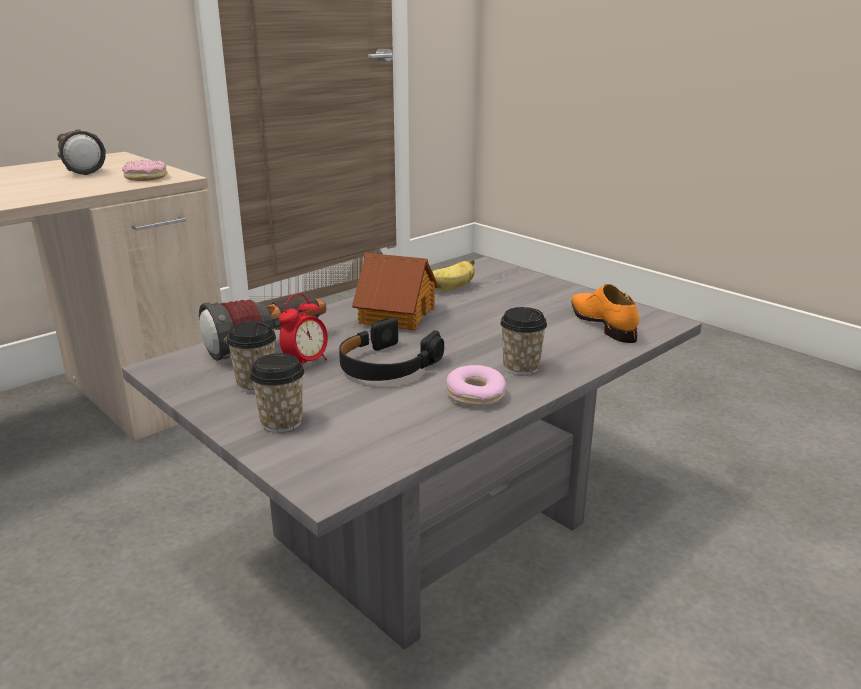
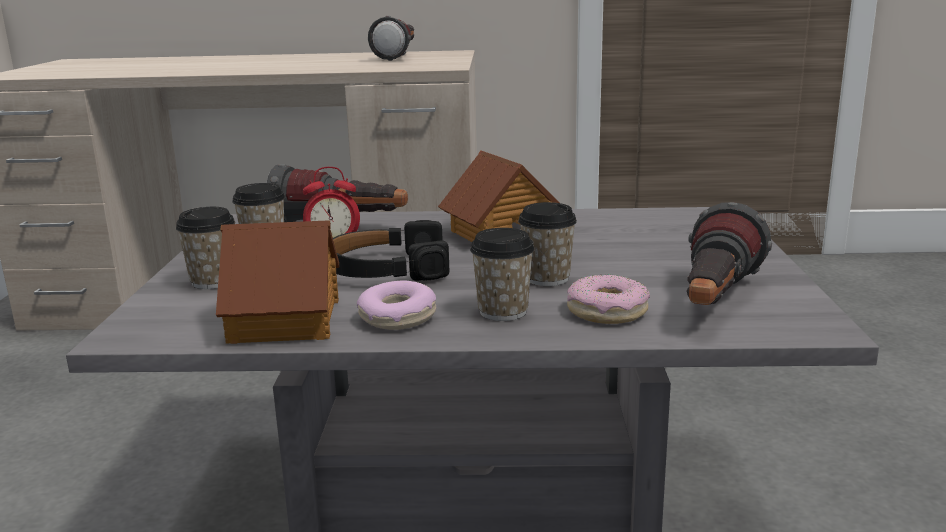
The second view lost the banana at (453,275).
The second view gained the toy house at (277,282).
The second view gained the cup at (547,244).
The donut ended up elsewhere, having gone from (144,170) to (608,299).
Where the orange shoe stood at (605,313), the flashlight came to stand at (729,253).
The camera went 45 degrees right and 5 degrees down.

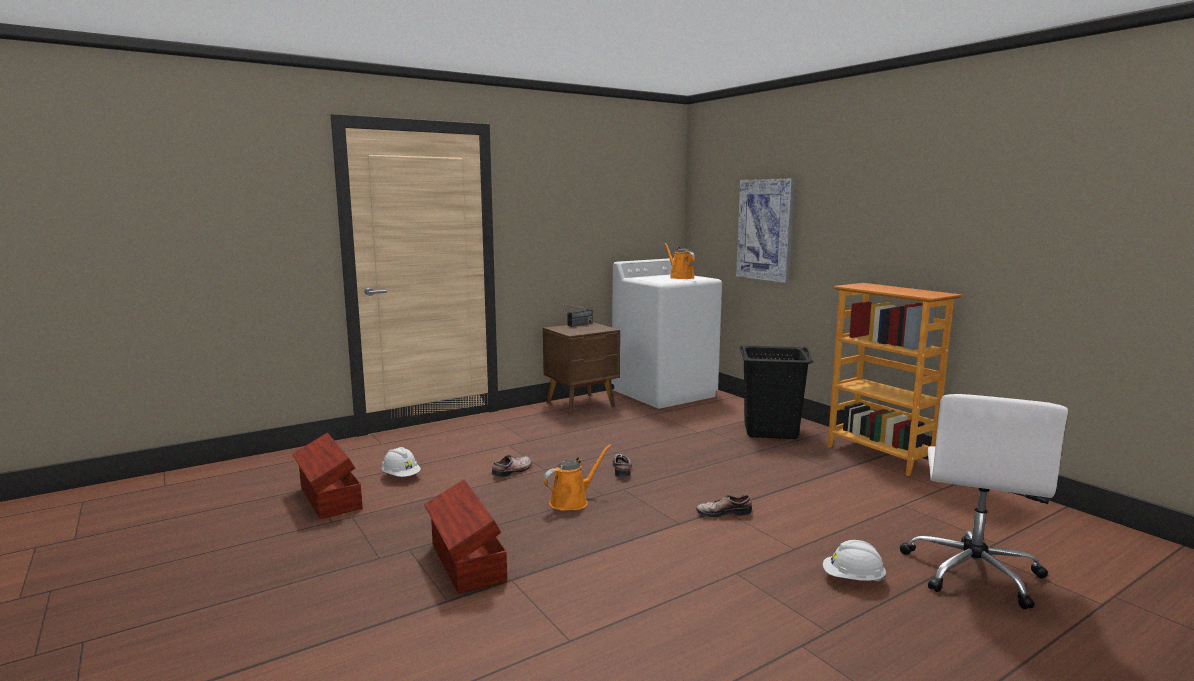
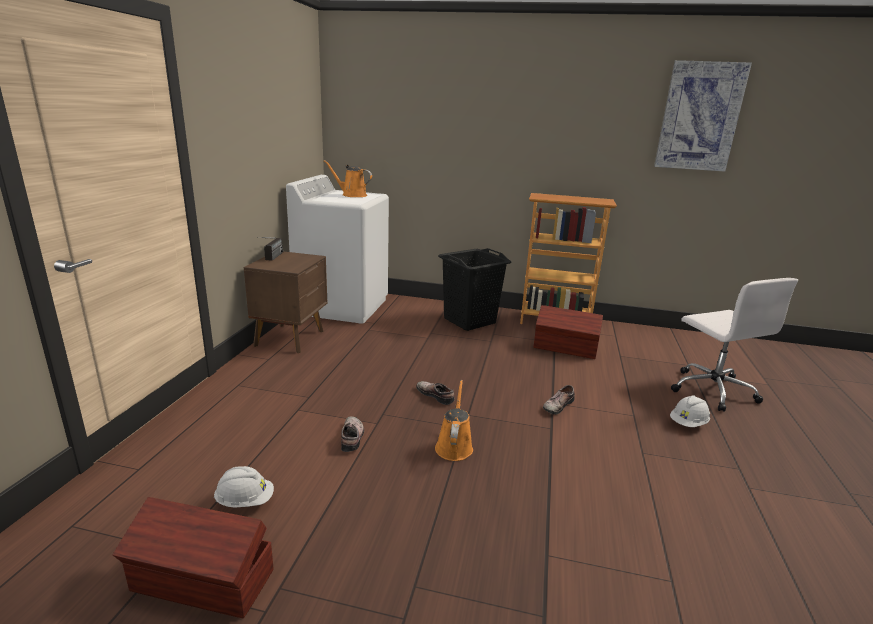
The brown storage box ended up elsewhere, having gone from (465,537) to (568,332).
The picture ended up elsewhere, having gone from (765,230) to (703,116).
The camera went 45 degrees left and 10 degrees up.

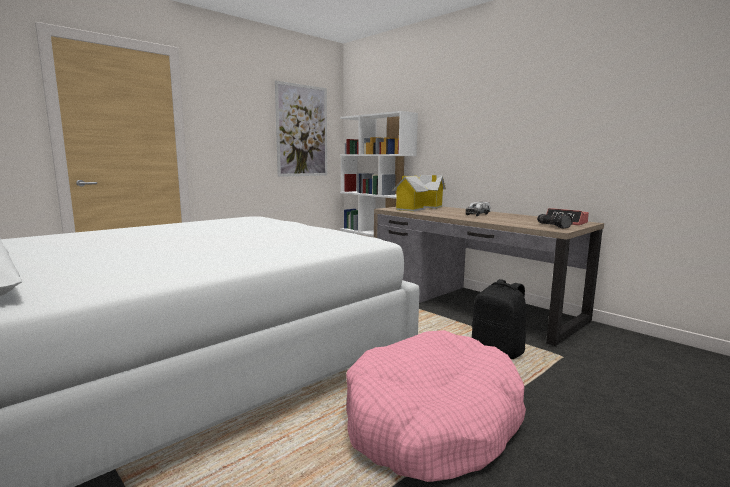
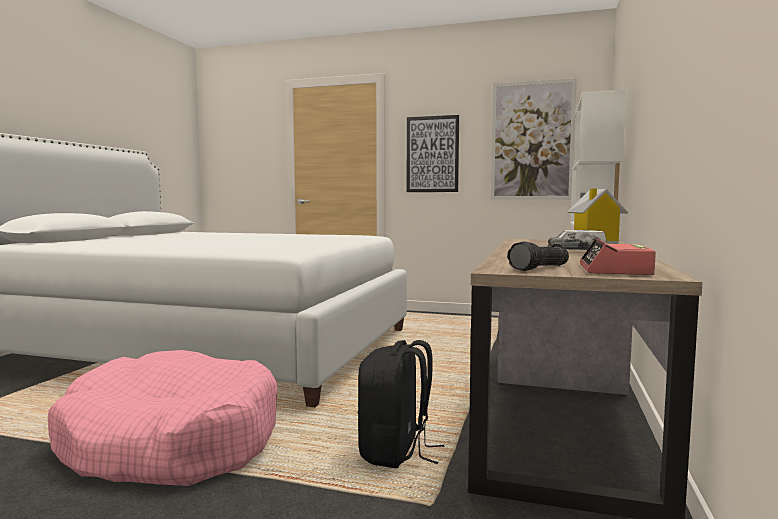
The second view lost the toy house at (410,194).
The second view gained the picture at (433,153).
The camera went 60 degrees right and 5 degrees down.

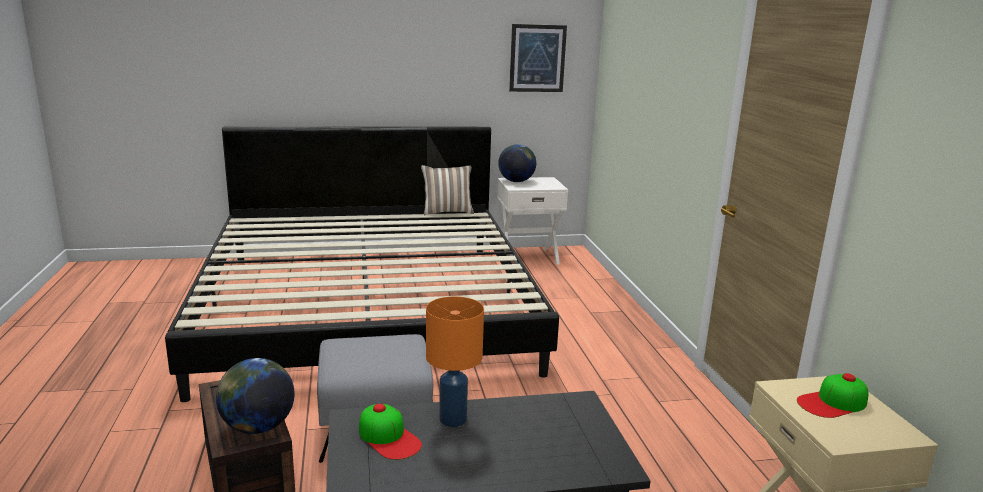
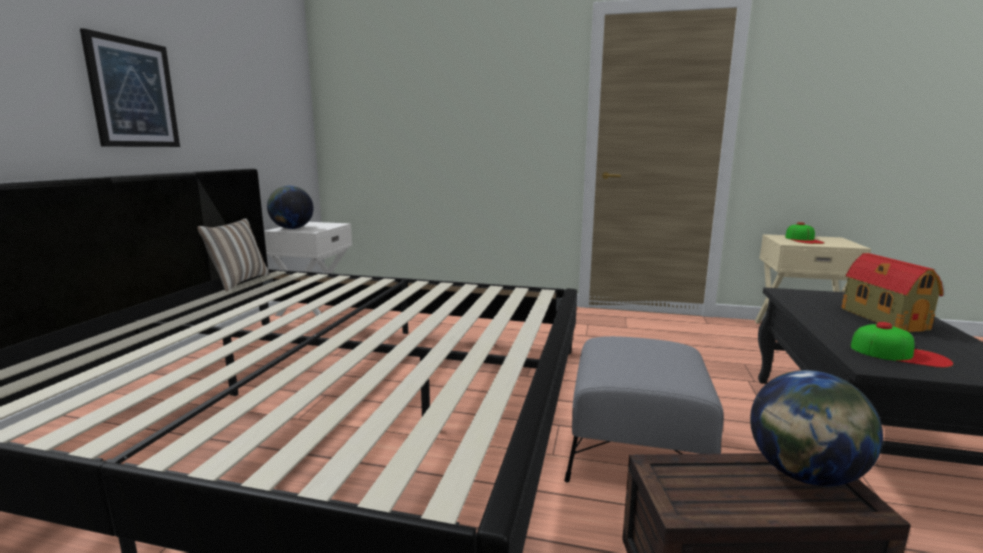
The second view lost the orange table lamp at (455,361).
The second view gained the toy house at (892,292).
The picture ended up elsewhere, having gone from (538,58) to (130,87).
The cap at (390,432) ended up facing another way, 45 degrees clockwise from before.
The camera went 65 degrees left and 5 degrees down.

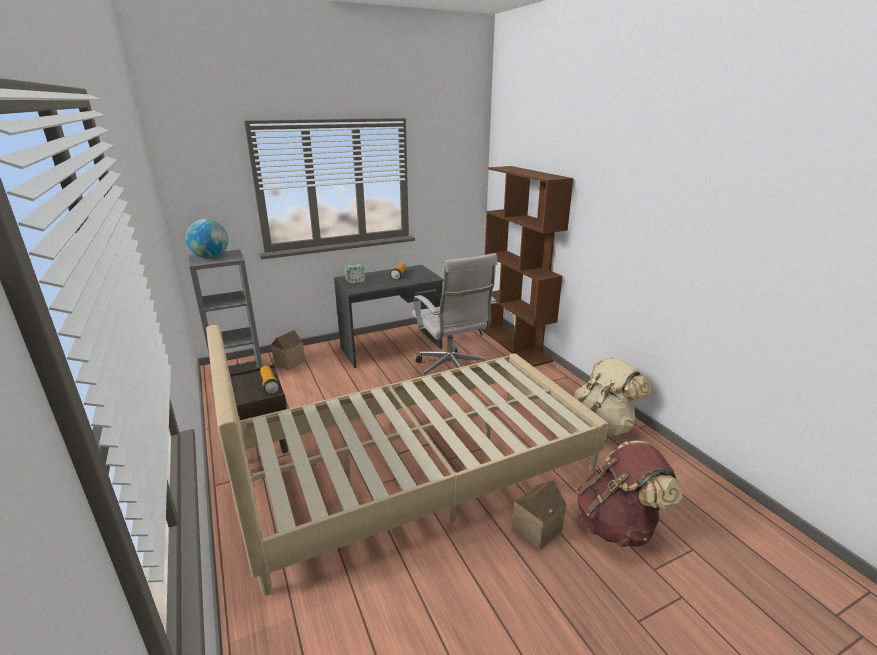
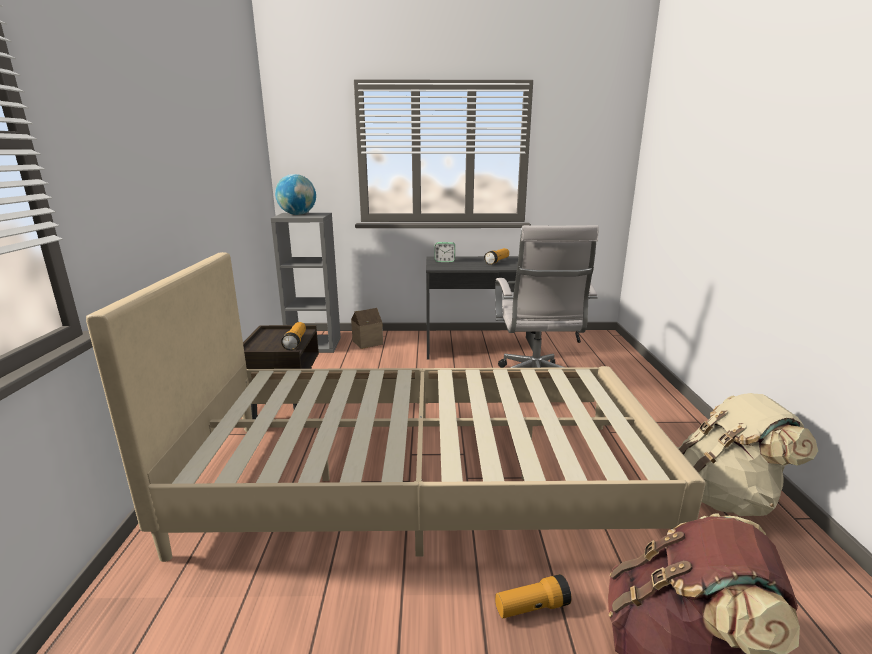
The second view lost the brown bookcase at (527,266).
Where the toy house stood at (539,515), the flashlight came to stand at (533,596).
The camera went 25 degrees right and 5 degrees down.

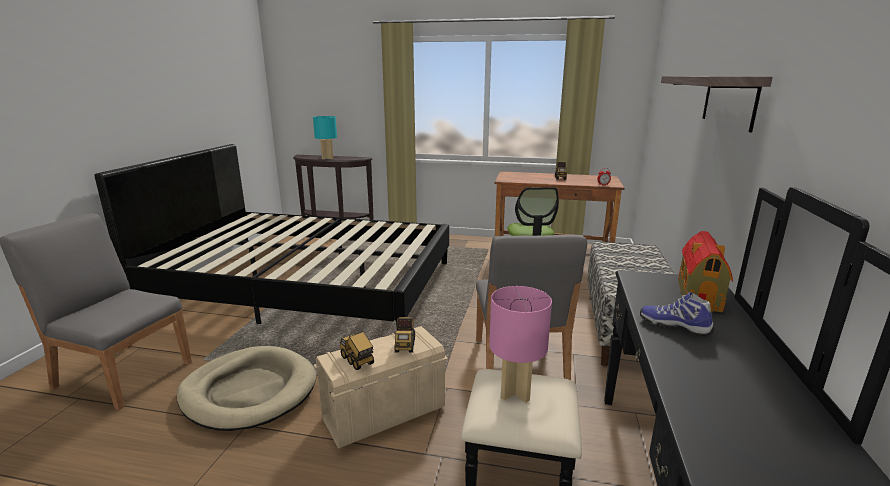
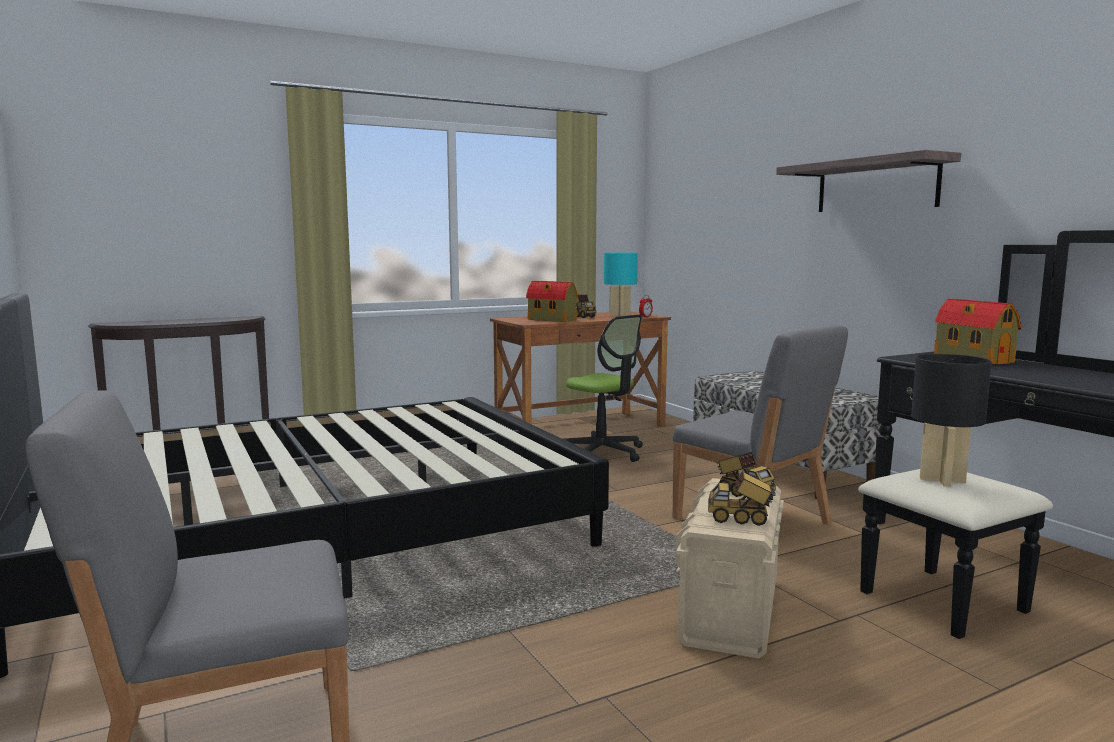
The second view lost the beige dog bed at (246,388).
The second view lost the shoe at (677,314).
The second view gained the toy house at (552,301).
The turquoise table lamp ended up elsewhere, having gone from (325,137) to (621,284).
What was the pink table lamp at (520,344) turned into the black table lamp at (951,420).
The camera went 40 degrees left and 10 degrees down.

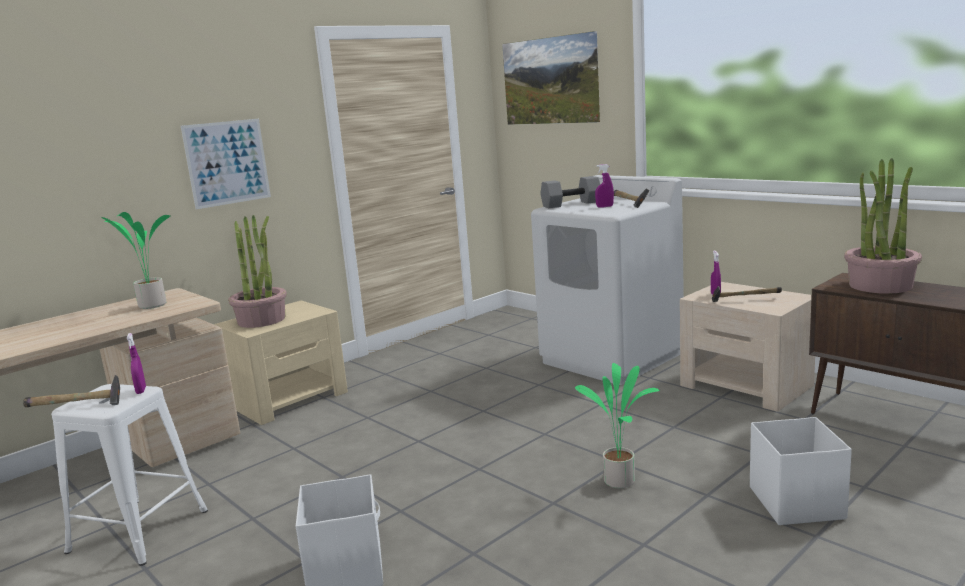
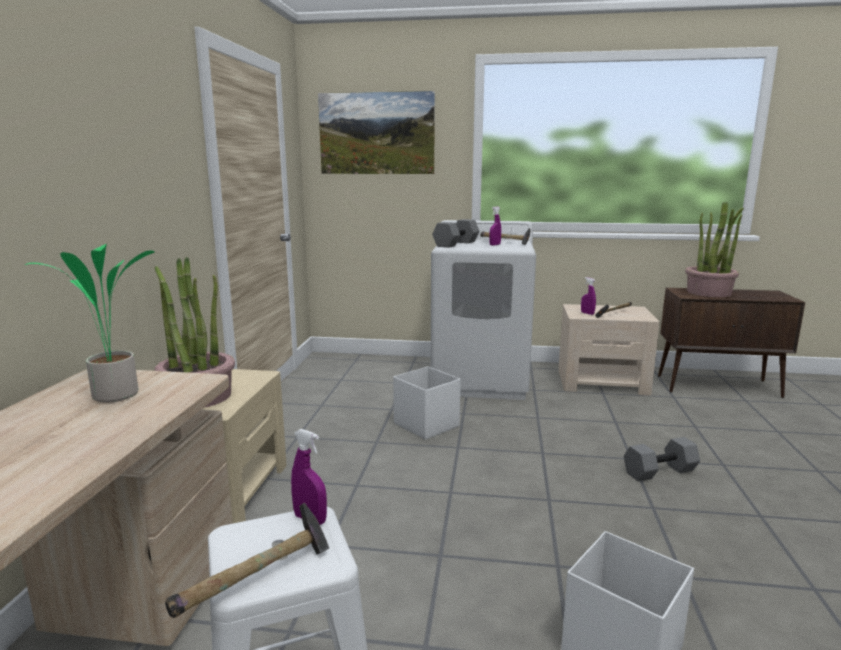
The second view lost the picture at (226,164).
The white storage box ended up elsewhere, having gone from (801,471) to (426,403).
Where the potted plant stood at (617,425), the grey dumbbell came to stand at (662,459).
The camera went 40 degrees left and 0 degrees up.

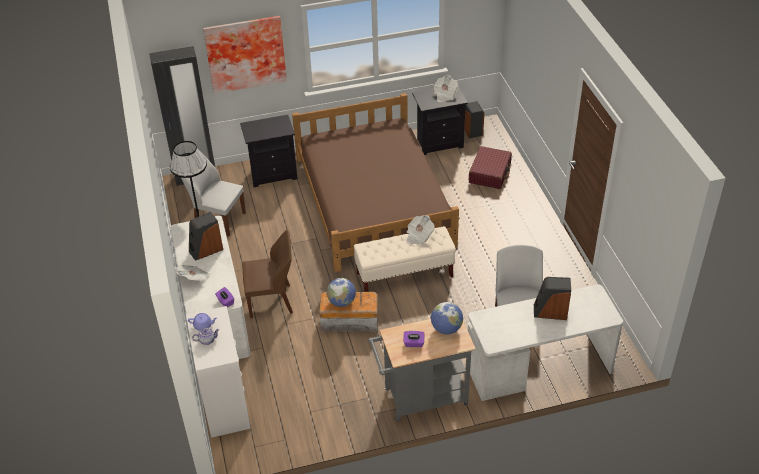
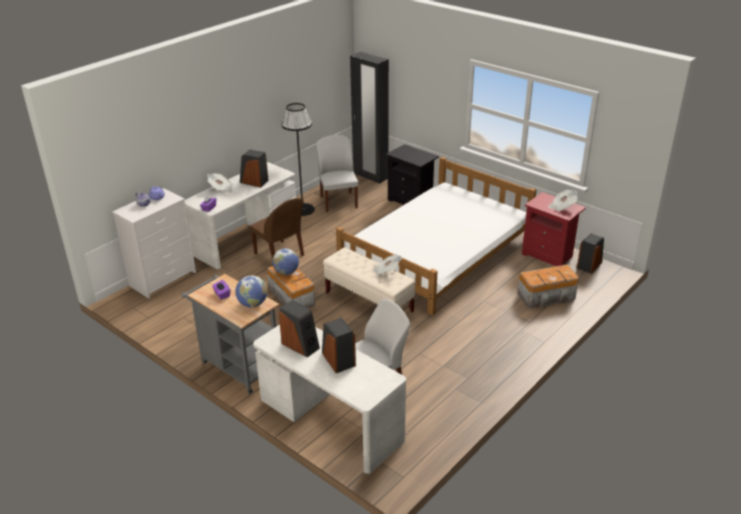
The second view lost the picture at (245,55).
The second view gained the speaker at (299,328).
Where the red suitcase stood at (490,167), the storage box came to stand at (548,286).
What was the brown bed at (376,182) turned into the white bed at (436,236).
What was the black nightstand at (440,121) turned into the red nightstand at (554,229).
The camera went 55 degrees right and 10 degrees down.

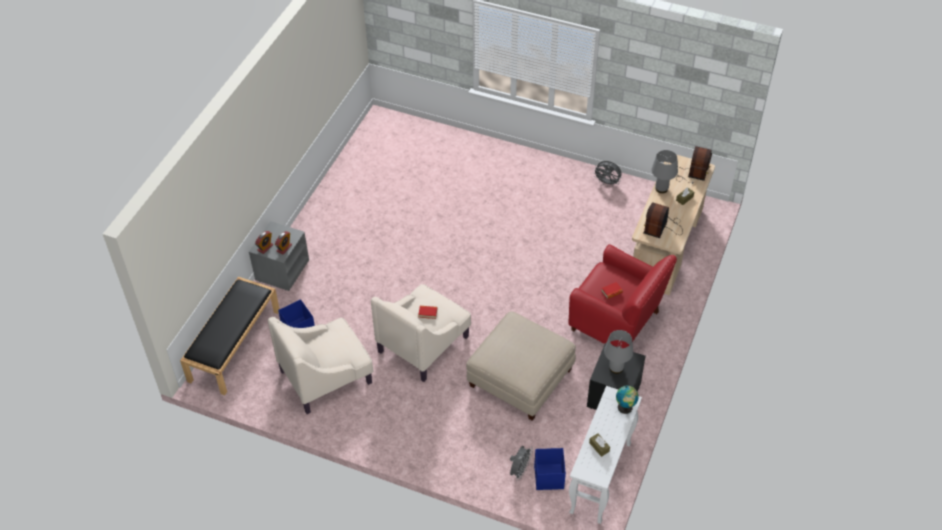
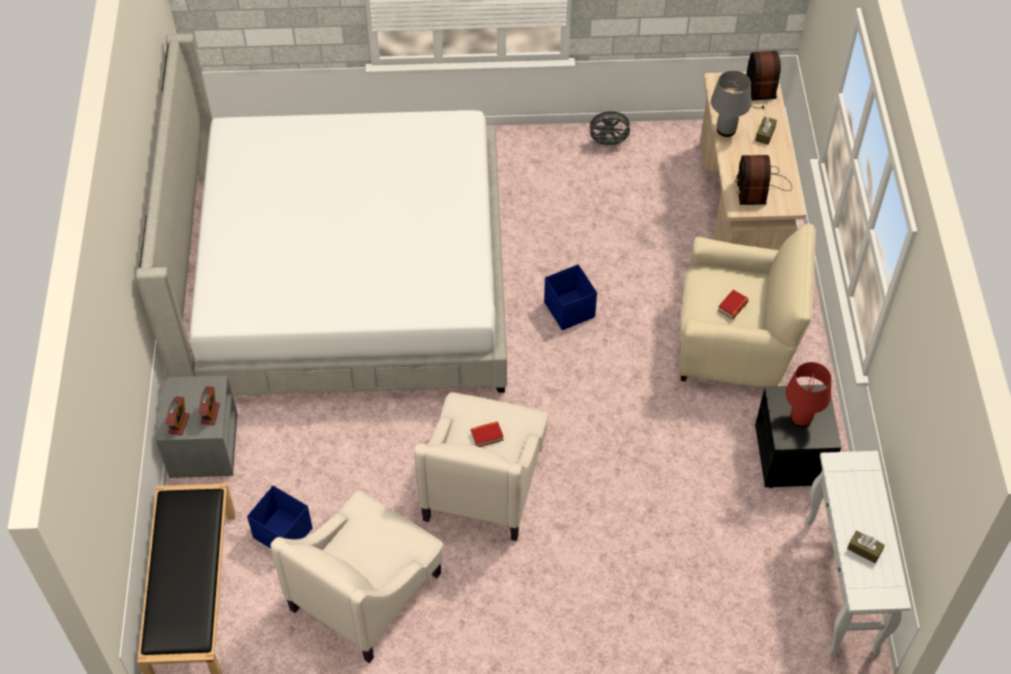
The second view lost the beige ottoman at (521,366).
The second view lost the grey fan at (521,463).
The second view lost the globe at (627,400).
The second view gained the bed at (321,214).
The blue storage box ended up elsewhere, having gone from (550,469) to (570,297).
What was the red armchair at (623,296) turned into the beige armchair at (747,305).
What was the grey table lamp at (618,352) turned into the red table lamp at (808,394).
The camera went 25 degrees left and 5 degrees up.

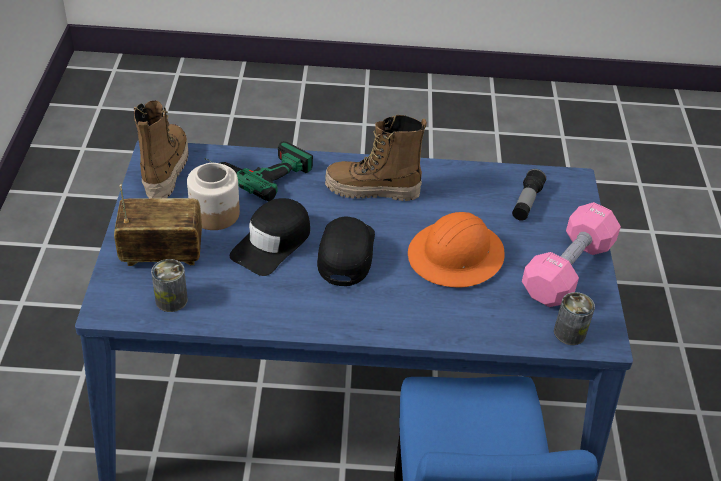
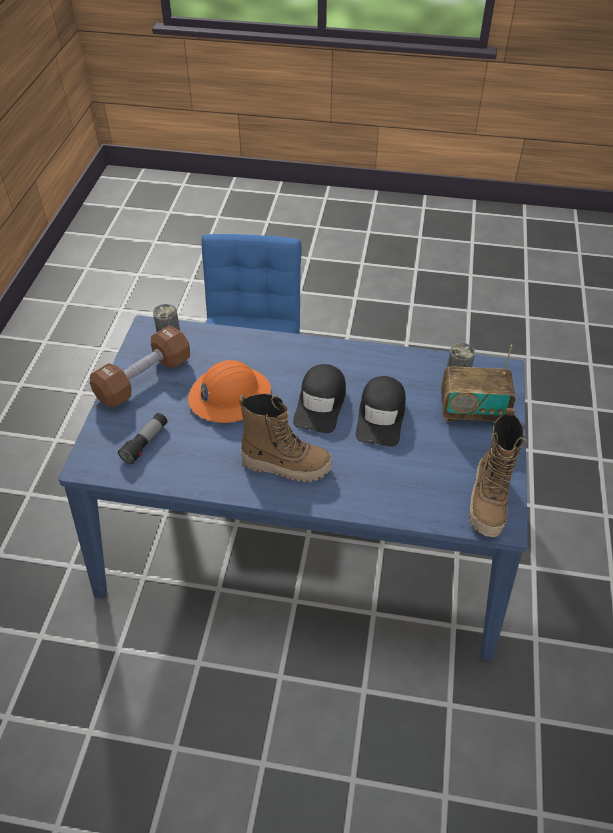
The second view lost the jar at (213,196).
The second view lost the power drill at (258,171).
What was the pink dumbbell at (571,254) turned into the brown dumbbell at (140,366).
The black cap at (270,237) ended up facing another way, 150 degrees clockwise from before.
The camera went 170 degrees left and 5 degrees up.

